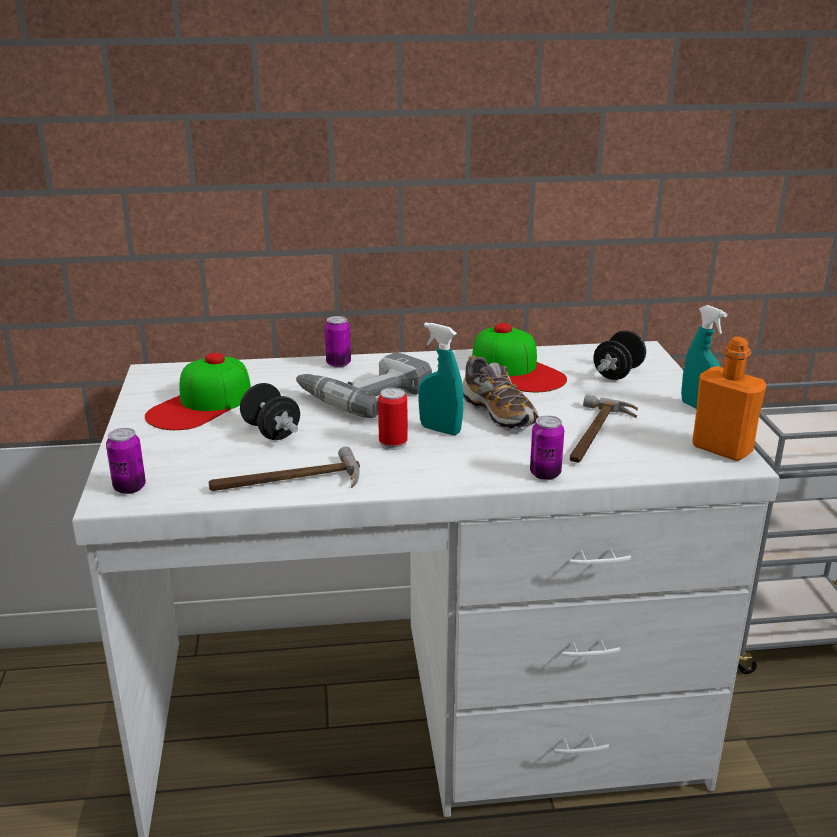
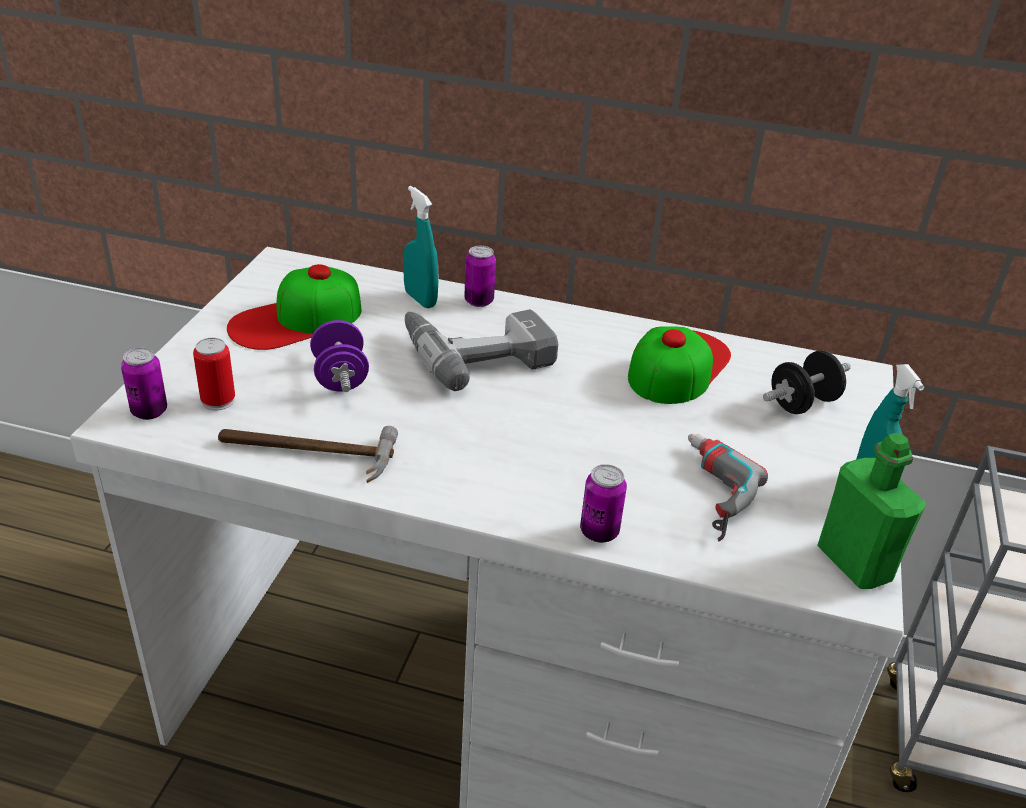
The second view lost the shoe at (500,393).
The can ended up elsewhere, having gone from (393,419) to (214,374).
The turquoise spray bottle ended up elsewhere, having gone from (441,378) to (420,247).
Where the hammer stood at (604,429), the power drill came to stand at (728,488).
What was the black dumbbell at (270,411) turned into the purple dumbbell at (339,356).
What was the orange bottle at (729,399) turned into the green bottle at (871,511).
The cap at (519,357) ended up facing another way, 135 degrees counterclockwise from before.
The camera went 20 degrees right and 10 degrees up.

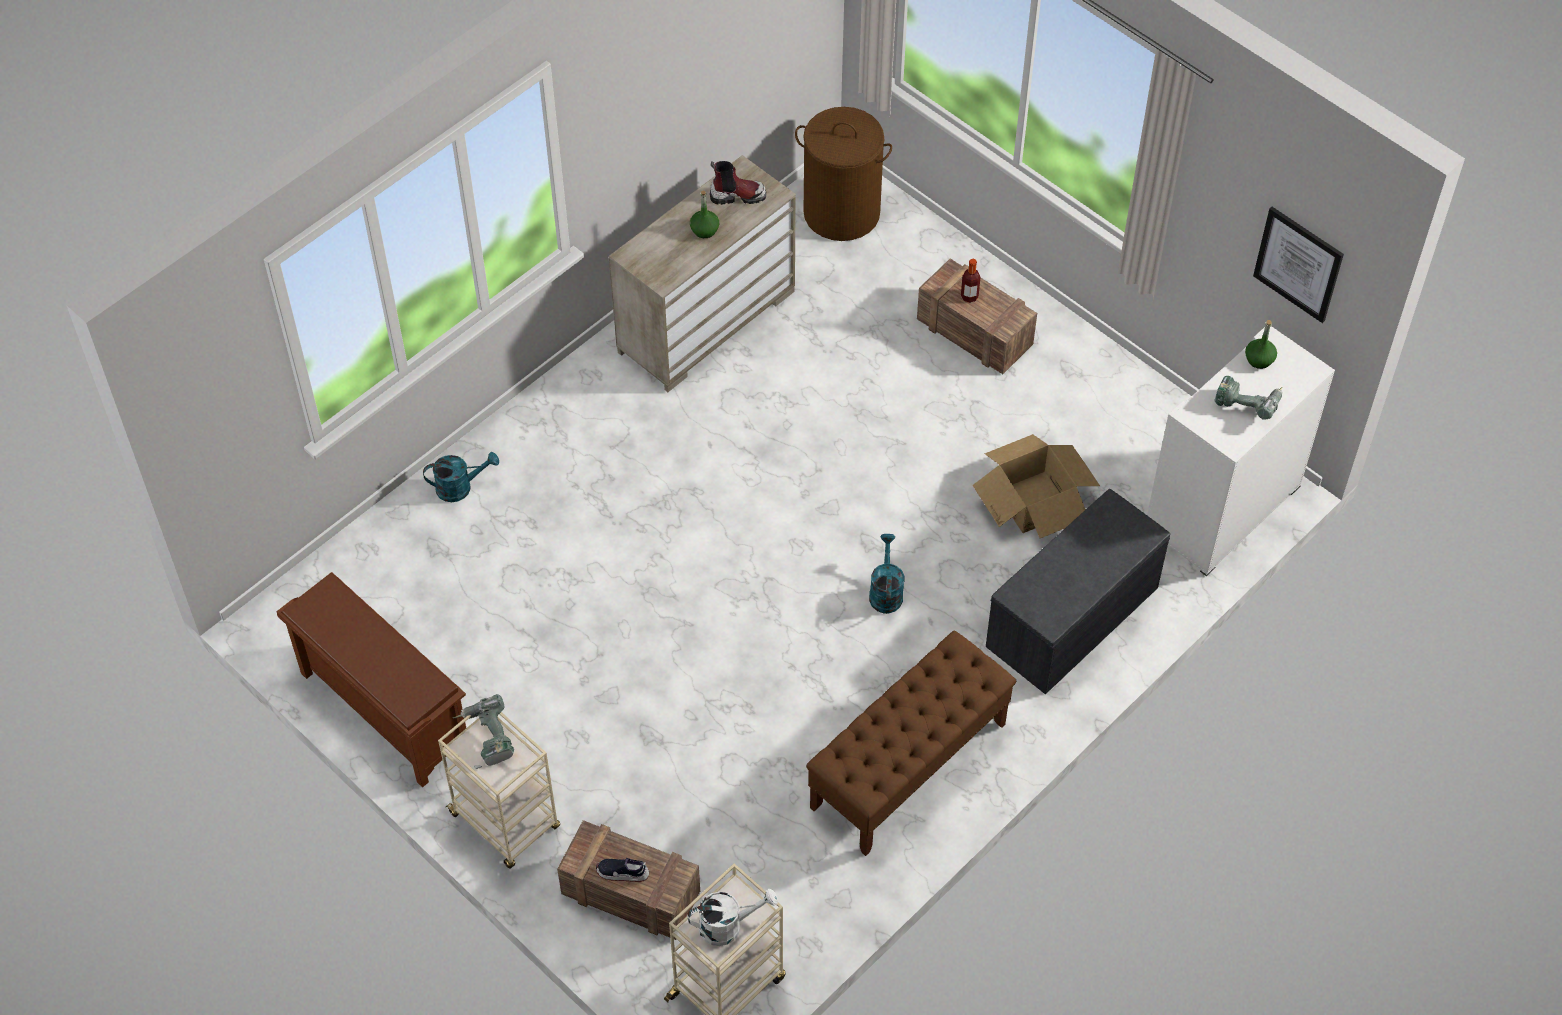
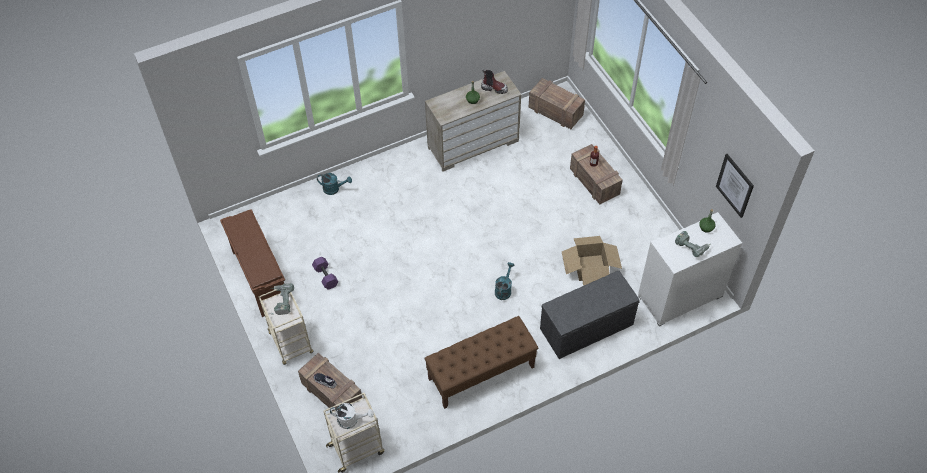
The second view gained the purple dumbbell at (325,273).
Where the brown laundry basket stood at (843,174), the crate came to stand at (557,103).
The camera went 20 degrees right and 0 degrees up.

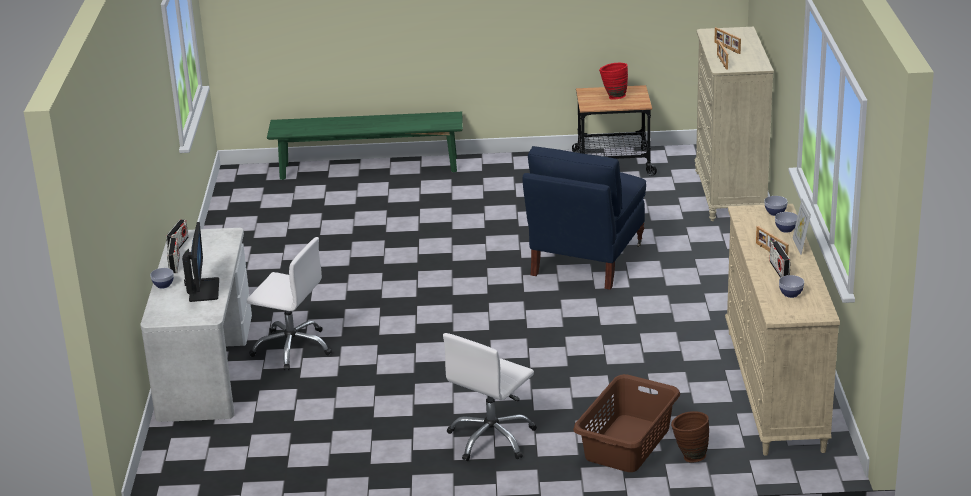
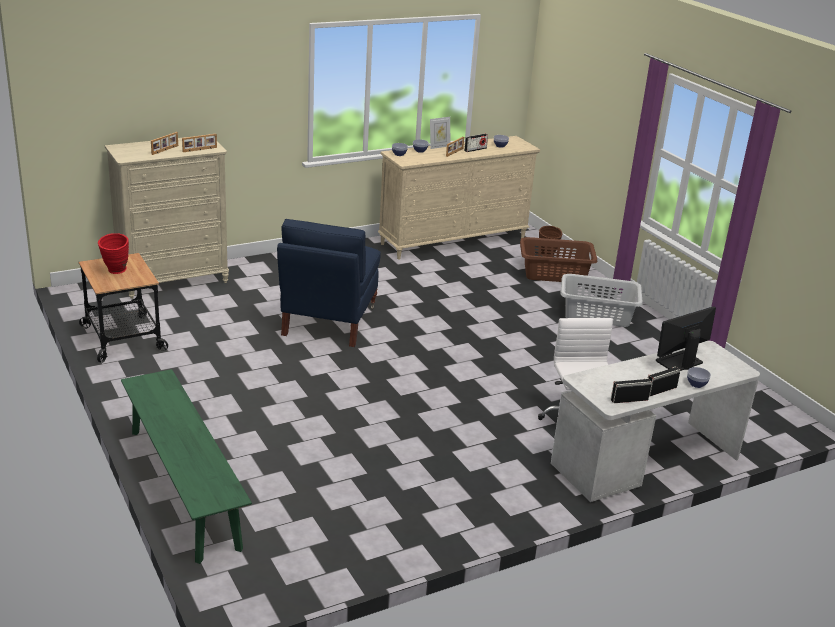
Where the white office chair stood at (490,397), the grey laundry basket came to stand at (601,300).
The blue armchair at (584,218) ended up facing another way, 105 degrees clockwise from before.
The camera went 120 degrees left and 0 degrees up.

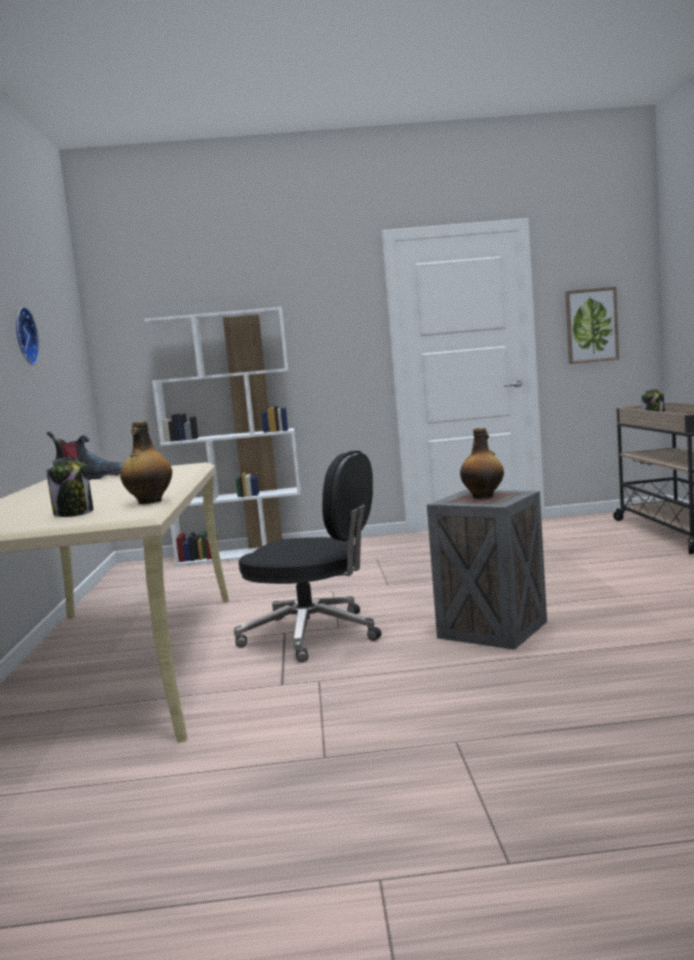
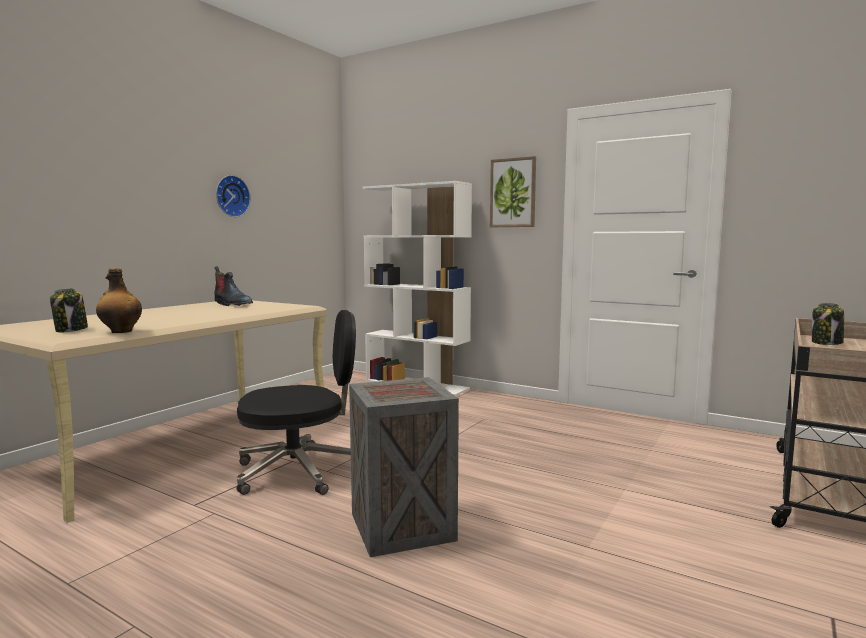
The second view lost the bottle at (482,463).
The picture ended up elsewhere, having gone from (592,325) to (513,191).
The black office chair at (307,556) ended up facing another way, 75 degrees counterclockwise from before.
The camera went 35 degrees right and 0 degrees up.

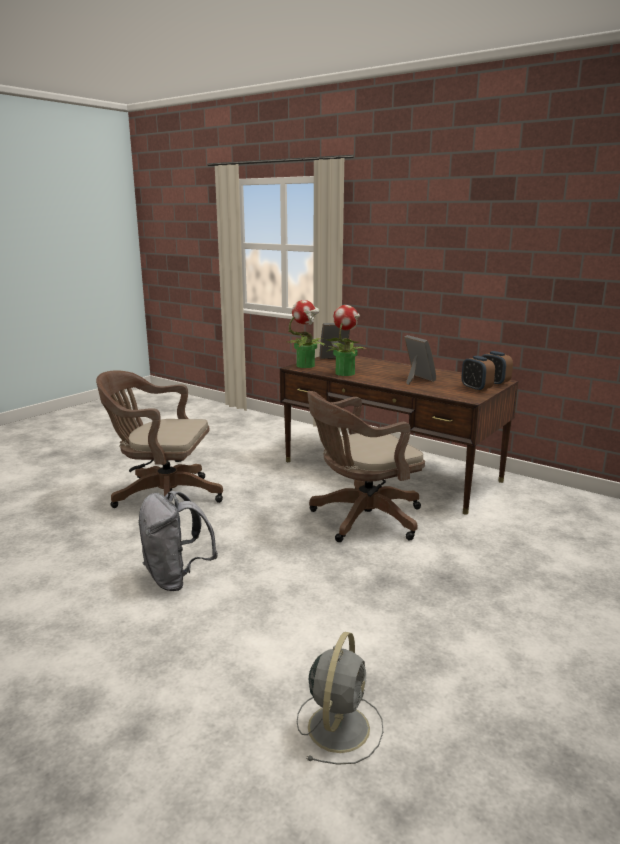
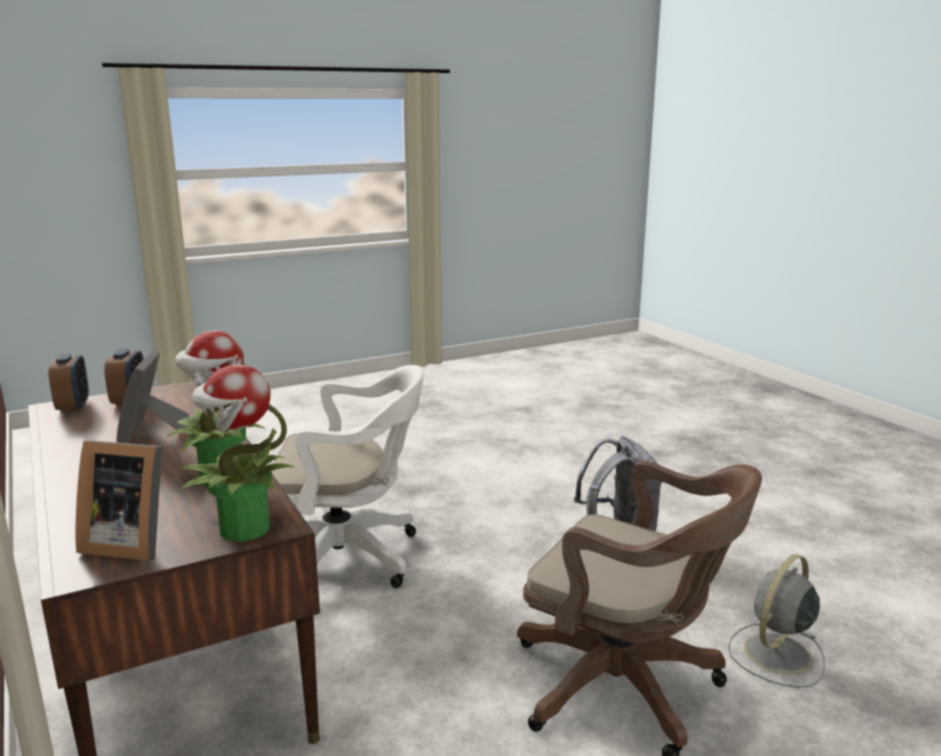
The grey fan ended up elsewhere, having gone from (340,698) to (776,621).
What was the brown office chair at (366,466) turned into the white office chair at (347,476).
The camera went 155 degrees left and 0 degrees up.

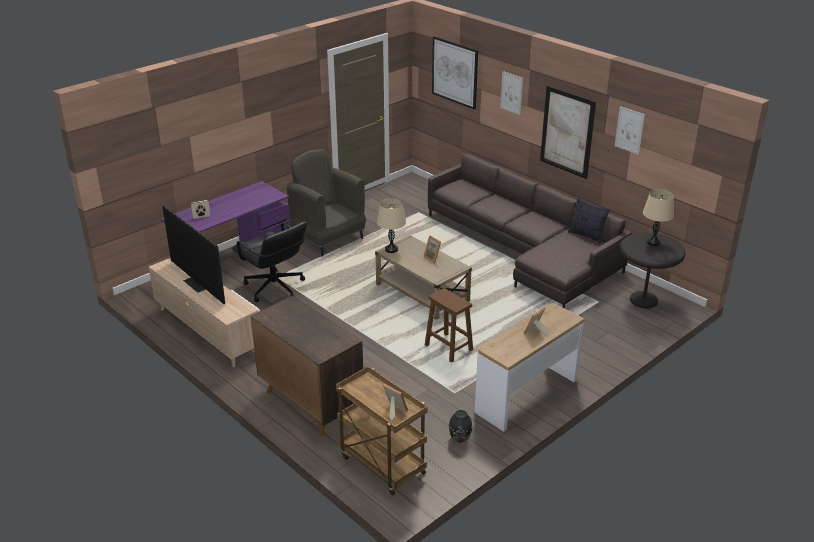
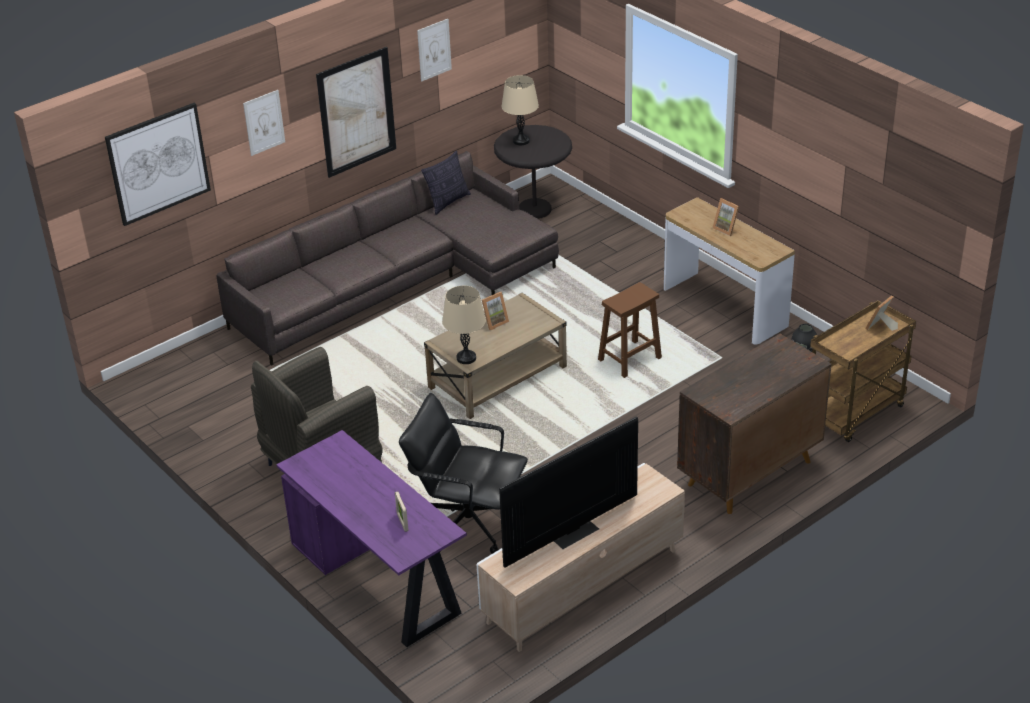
The black office chair at (269,262) ended up facing another way, 120 degrees counterclockwise from before.
The camera went 85 degrees left and 5 degrees up.

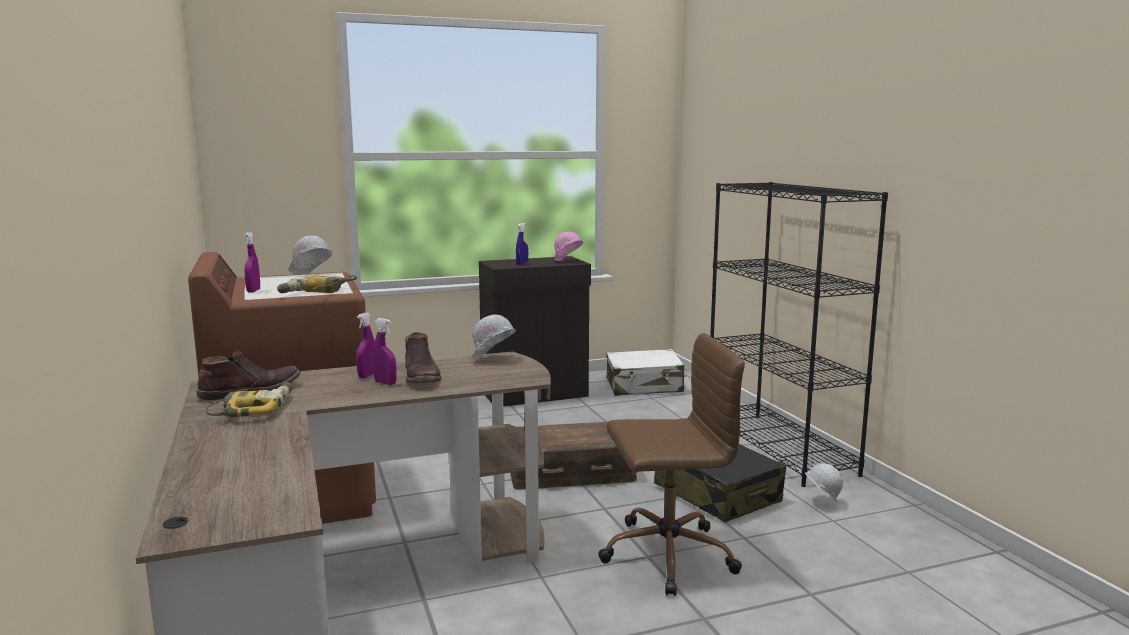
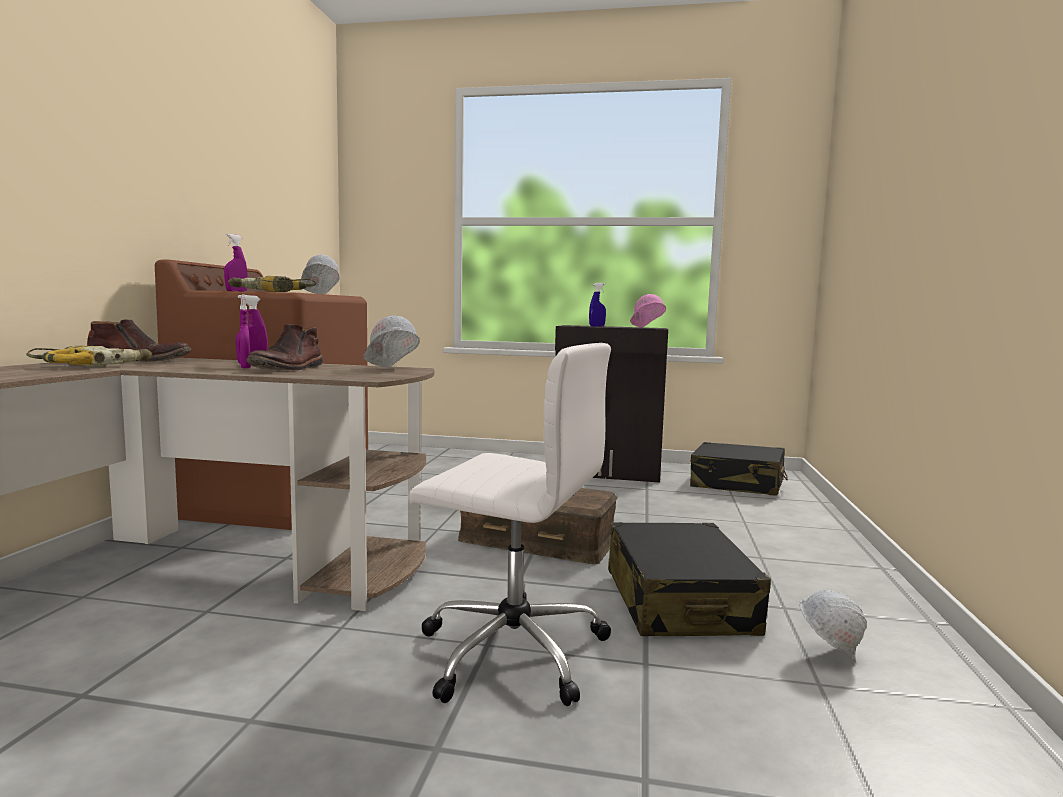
The second view lost the black bookcase at (799,334).
What was the brown office chair at (671,464) turned into the white office chair at (510,524).
What was the white suitcase at (646,372) turned into the black suitcase at (739,469).
The camera went 30 degrees right and 5 degrees down.

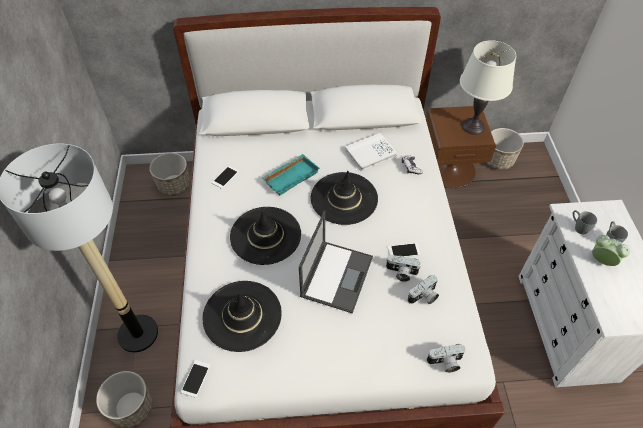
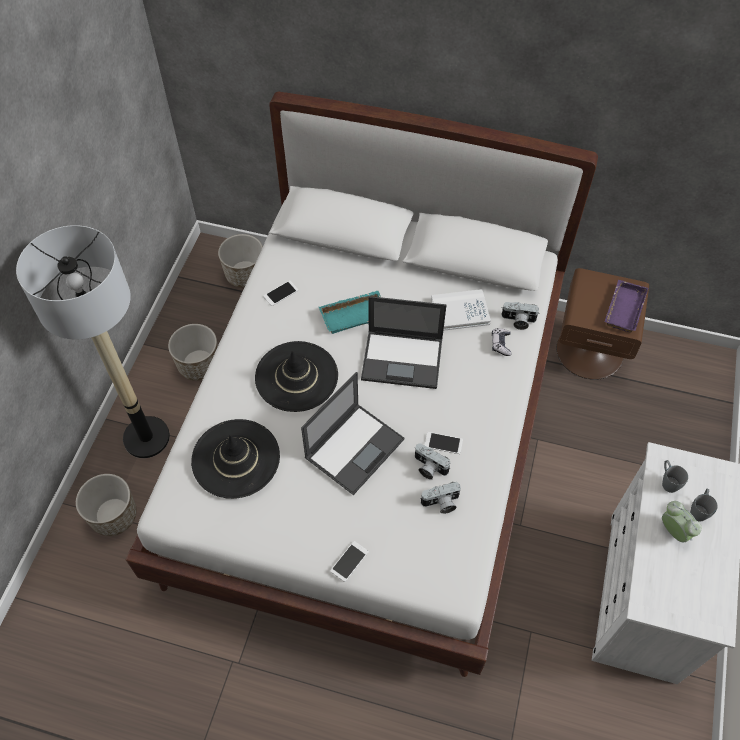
The phone ended up elsewhere, having gone from (196,379) to (349,561).
The photo camera ended up elsewhere, having gone from (446,358) to (520,316).
The planter ended up elsewhere, having gone from (505,149) to (193,352).
Where the black hat stood at (344,198), the laptop came to stand at (403,342).
Where the white table lamp stood at (488,87), the purple tray came to stand at (627,306).
The camera went 20 degrees right and 5 degrees up.

